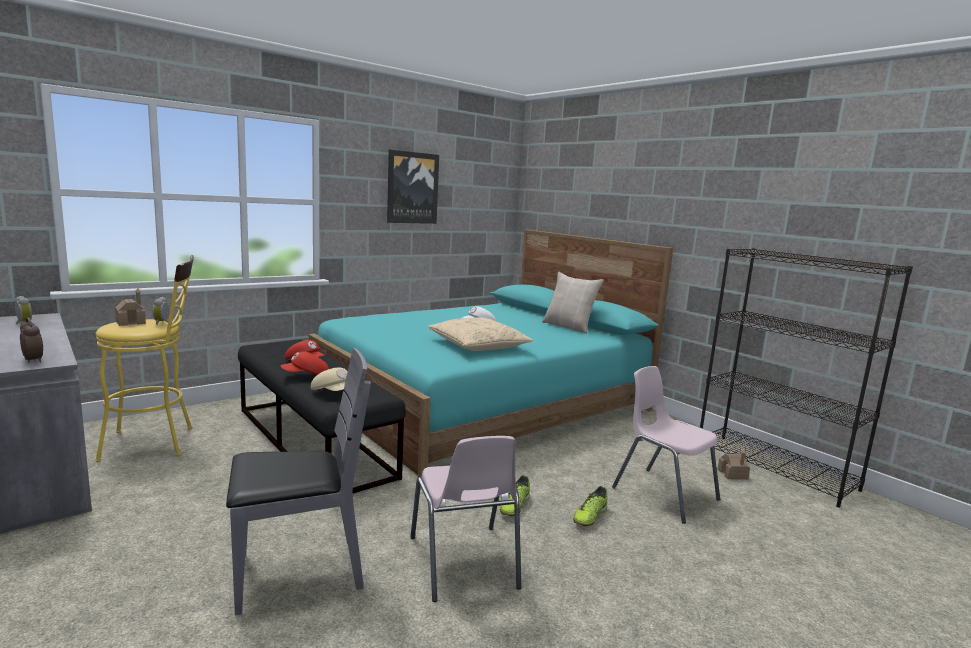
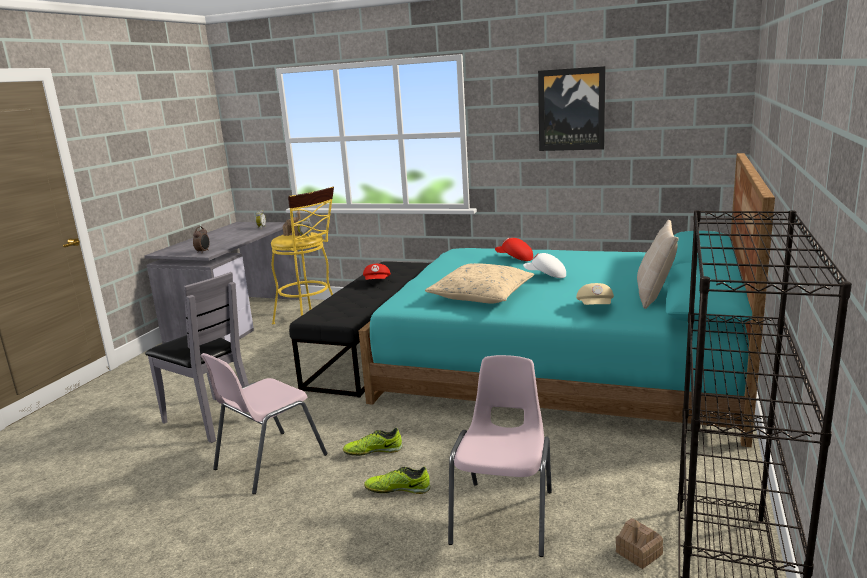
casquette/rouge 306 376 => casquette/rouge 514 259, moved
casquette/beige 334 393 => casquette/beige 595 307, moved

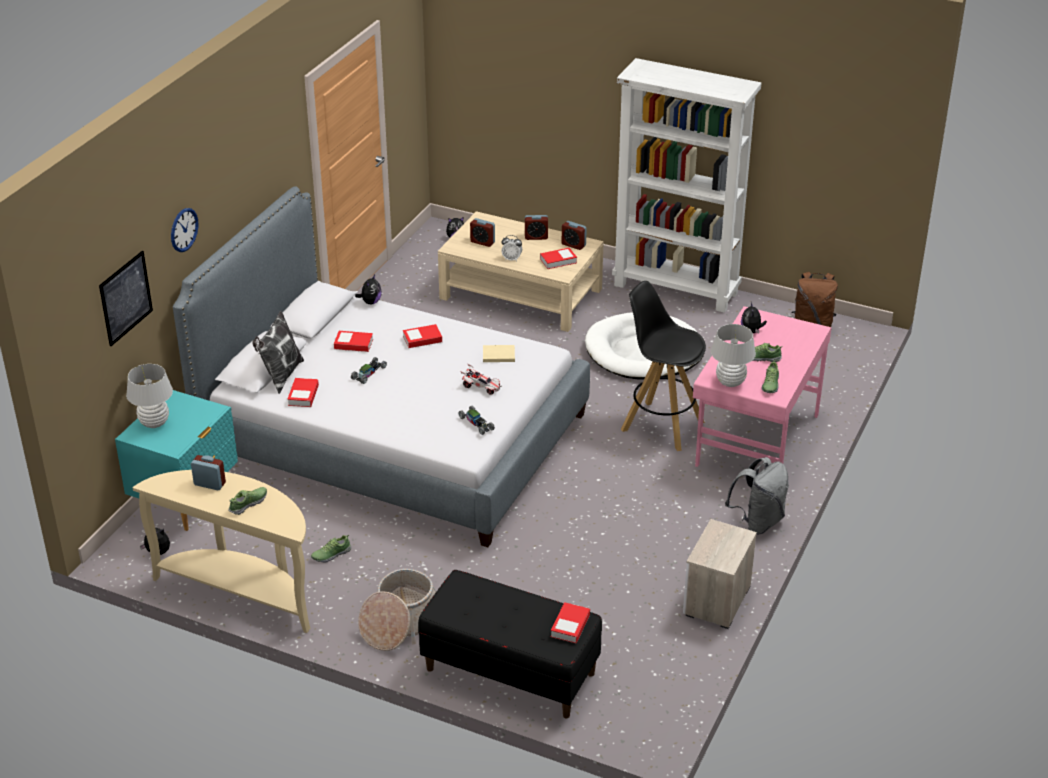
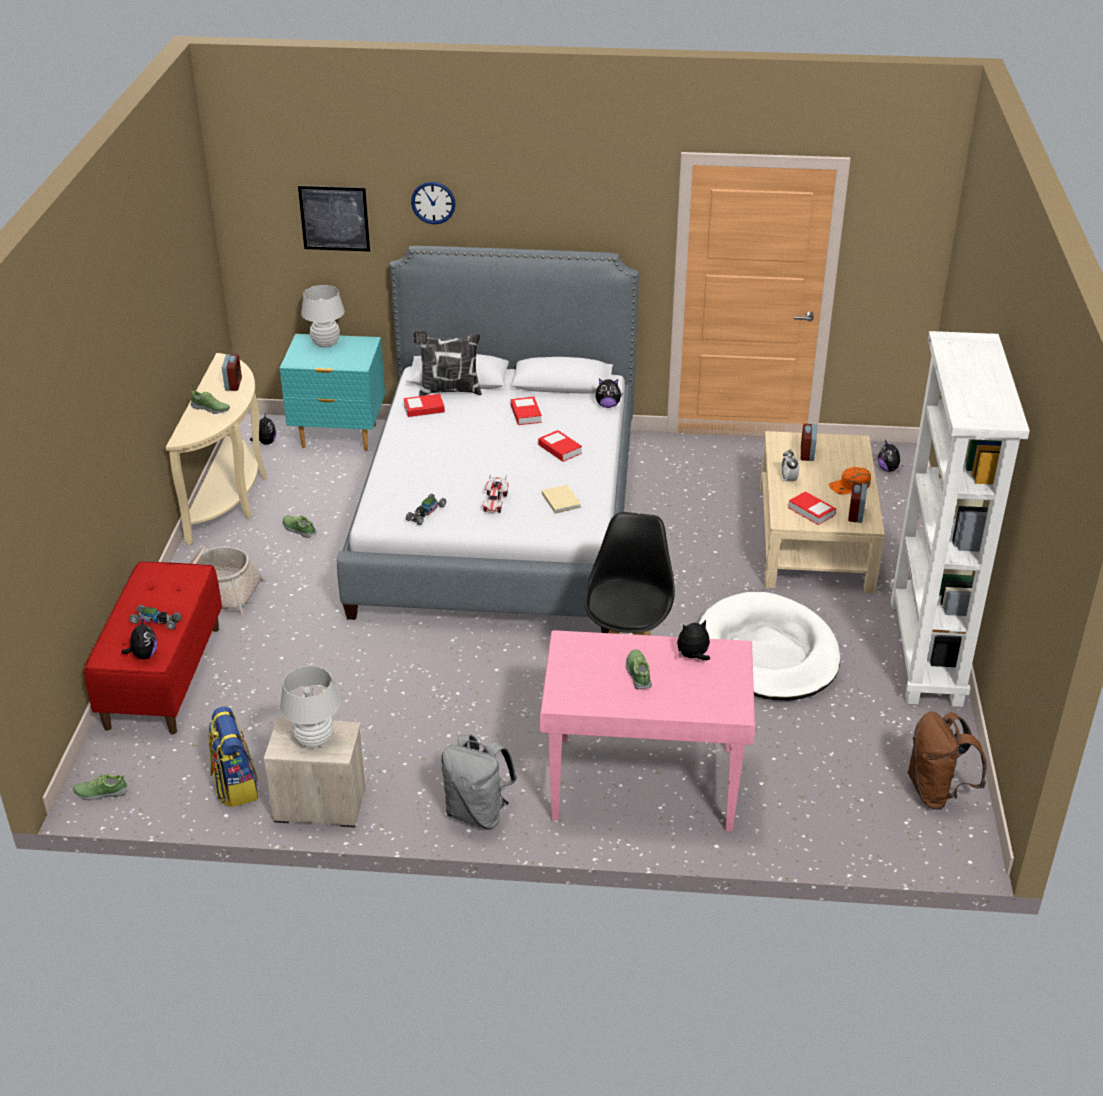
petite voiture 369 373 => petite voiture 156 621, moved
banc/noir 509 672 => banc/rouge 163 676
réveil 536 237 => casquette/orange 849 486
livre 570 626 => peluche 144 655
lampe de table/blanc 730 382 => lampe de table/blanc 314 740, moved
chaussure 770 384 => chaussure 101 792, moved
nothing => sac à dos 235 786

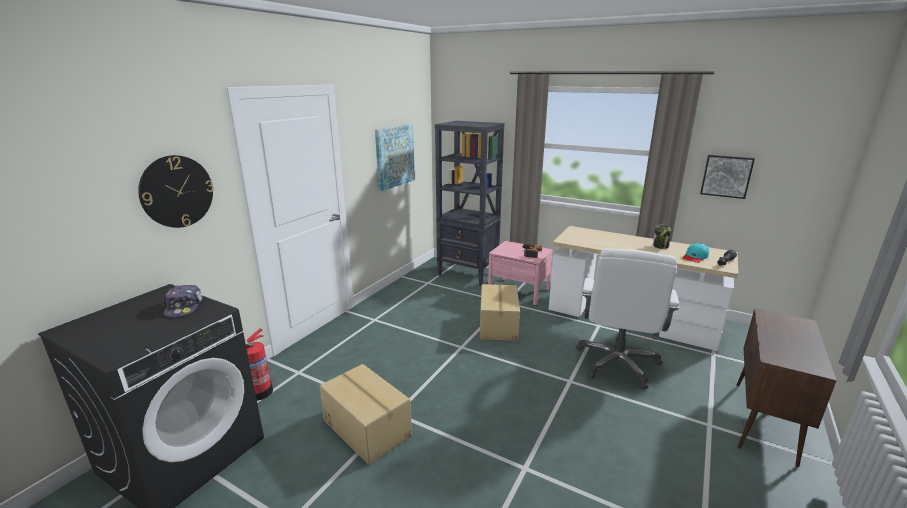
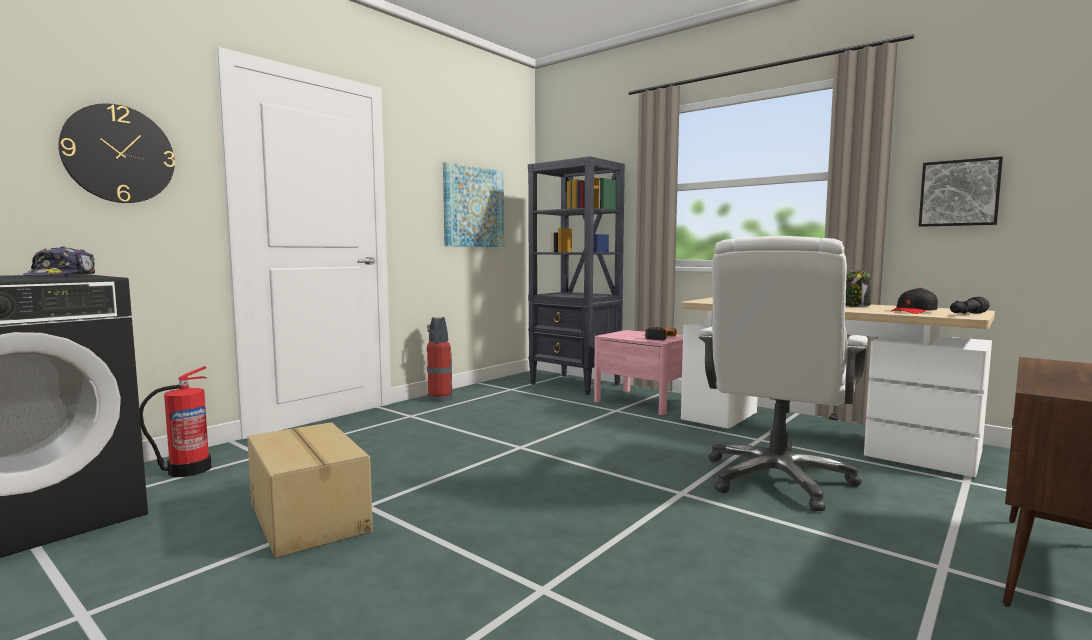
carton 499 325 => nothing
casquette/turquoise 695 257 => casquette/noir 913 311
nothing => extincteur 439 399

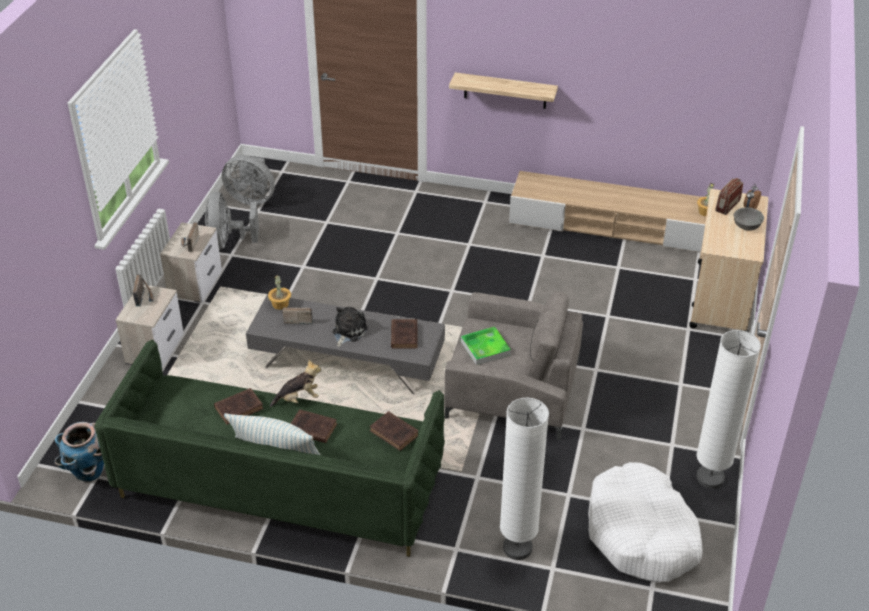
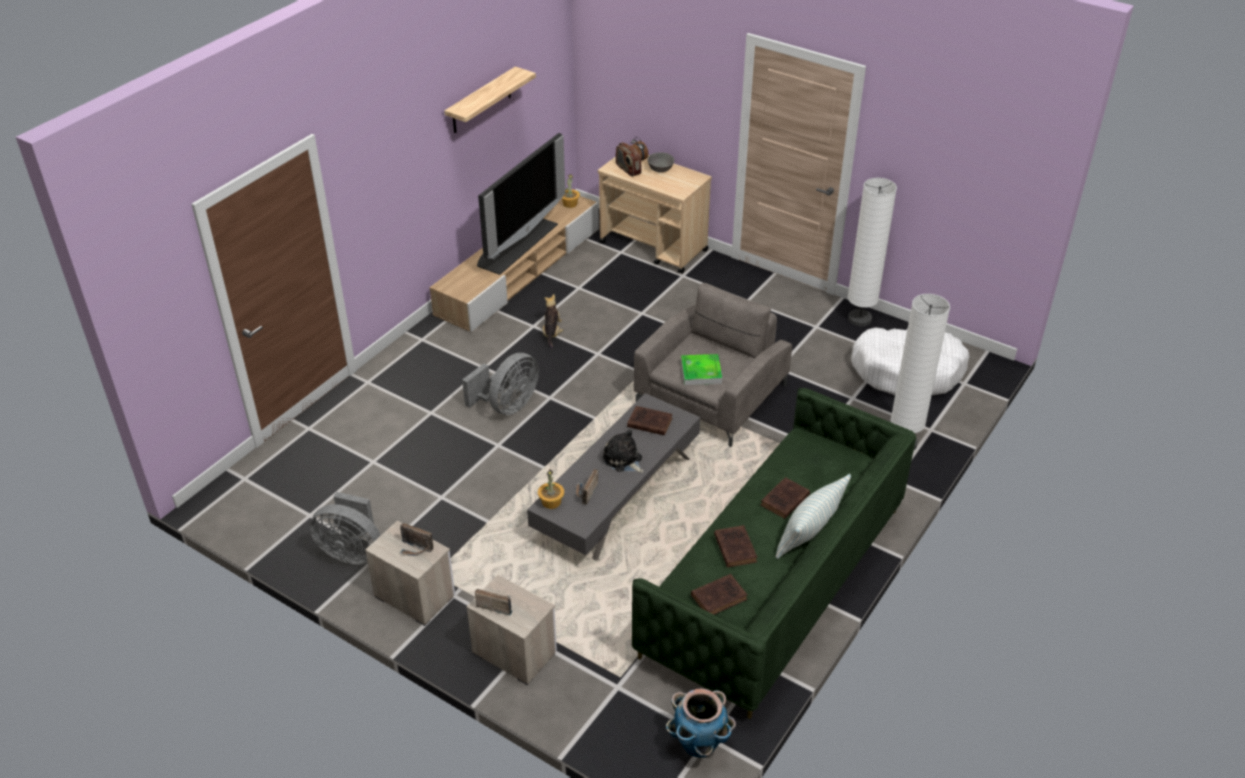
ventilateur/gris 251 198 => ventilateur/gris 507 406, moved
peluche 298 399 => peluche 552 333, moved
livre/marron 395 433 => livre/marron 720 597, moved
étagère 505 90 => étagère 481 101, moved
nothing => téléviseur 516 244

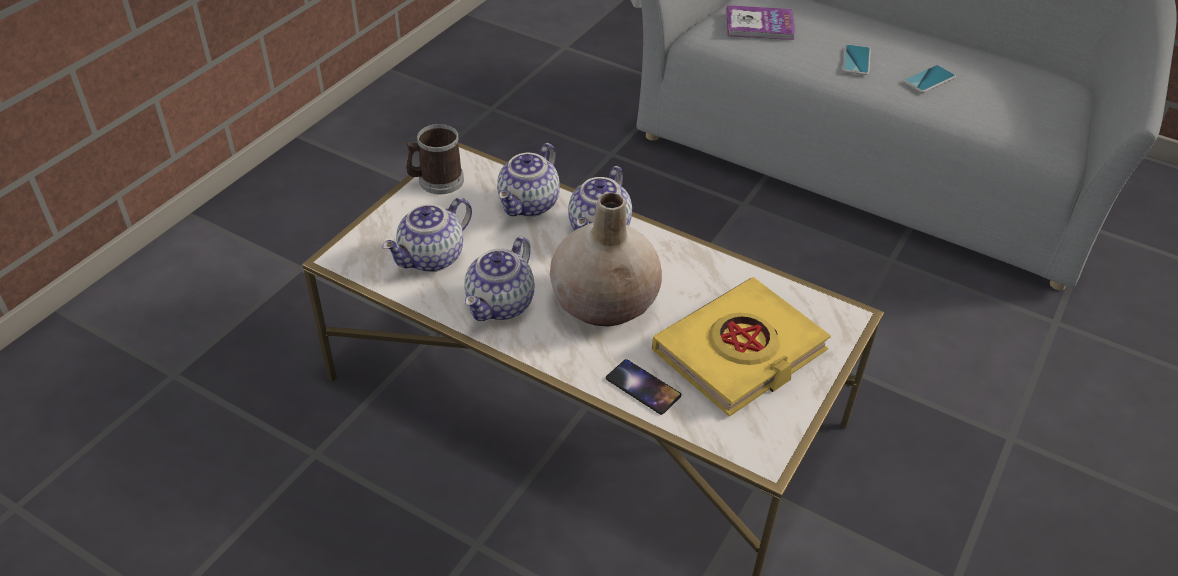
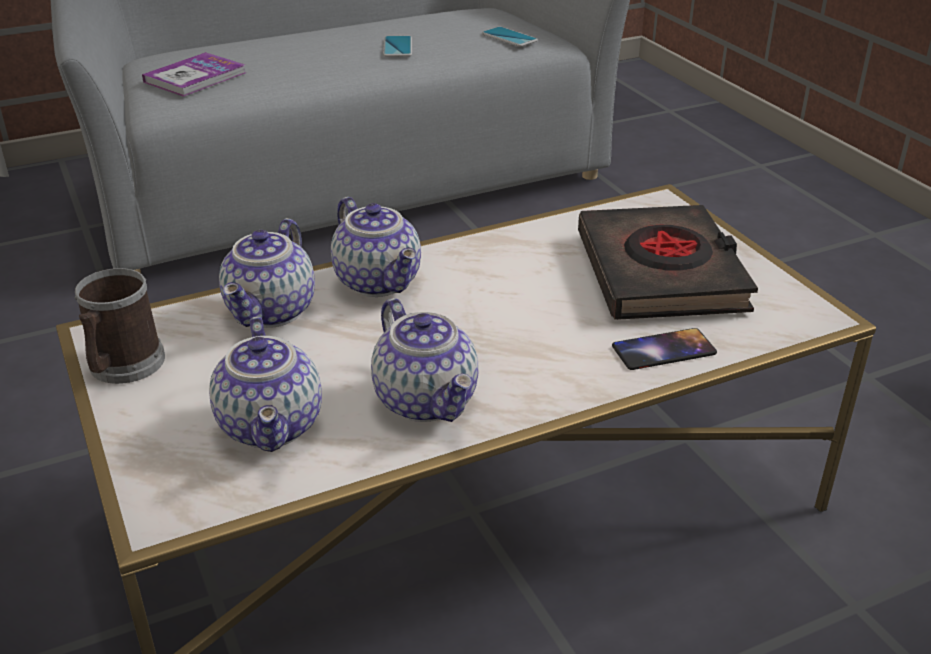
théière 529 205 => théière 273 312, 45 degrees clockwise
vase/beige 605 304 => nothing
livre/jaune 740 353 => livre/noir 661 273
téléphone 856 60 => téléphone 509 38, moved

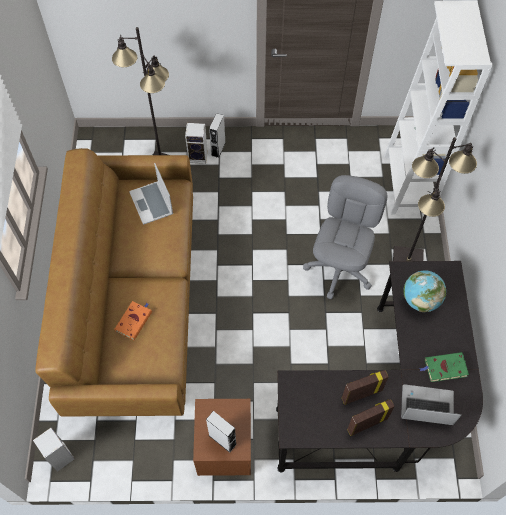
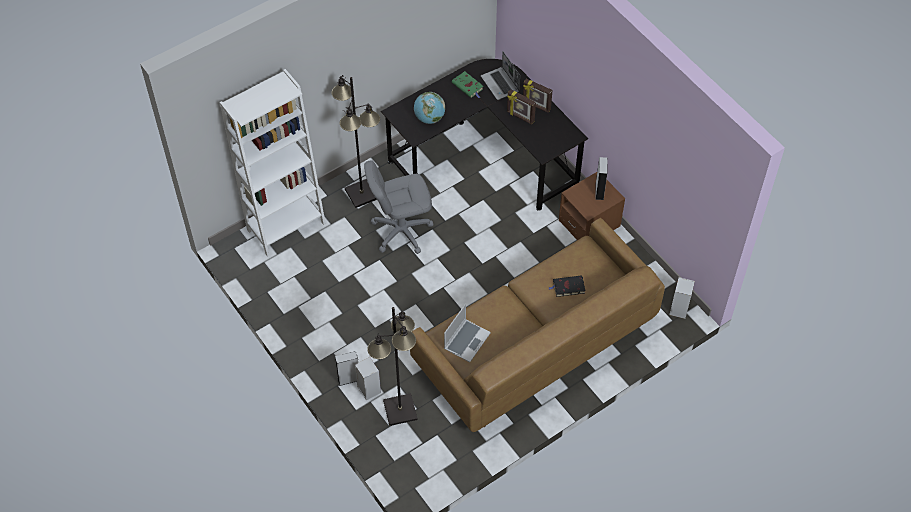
livre/orange 134 320 => livre/noir 567 287

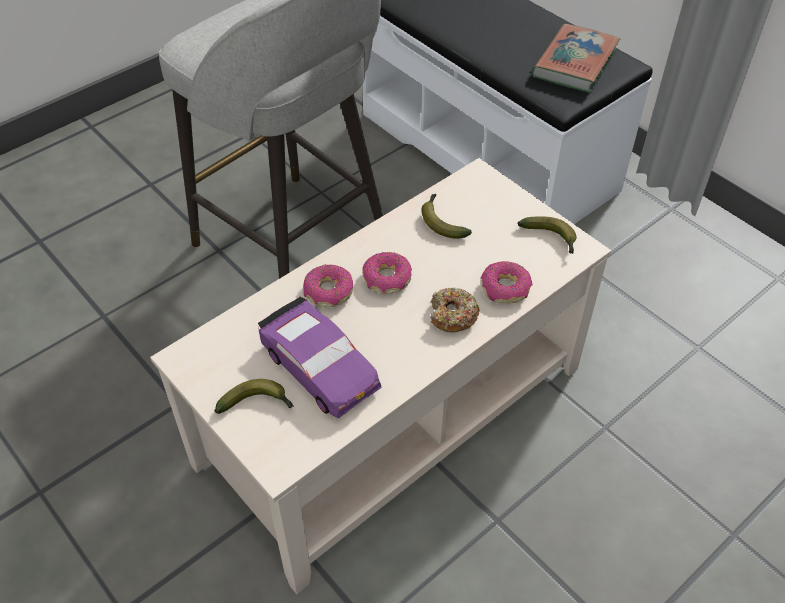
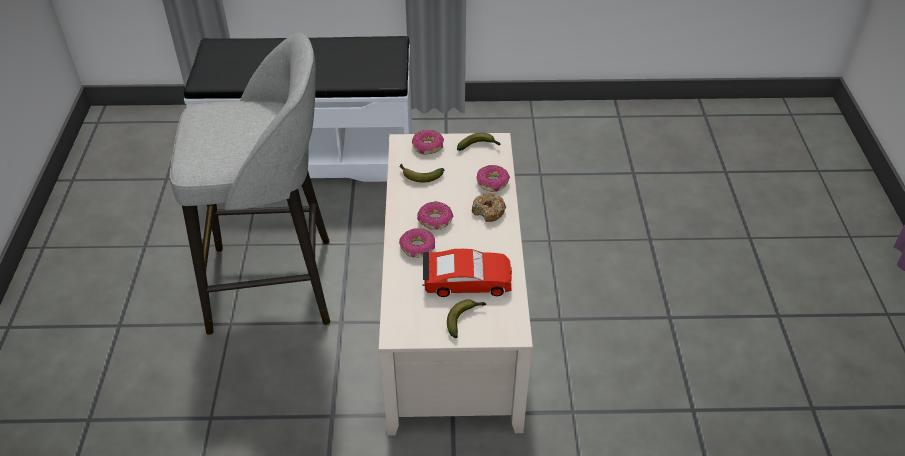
petite voiture/violet 320 367 => petite voiture/rouge 467 280
livre 575 63 => nothing
nothing => beignet 428 146

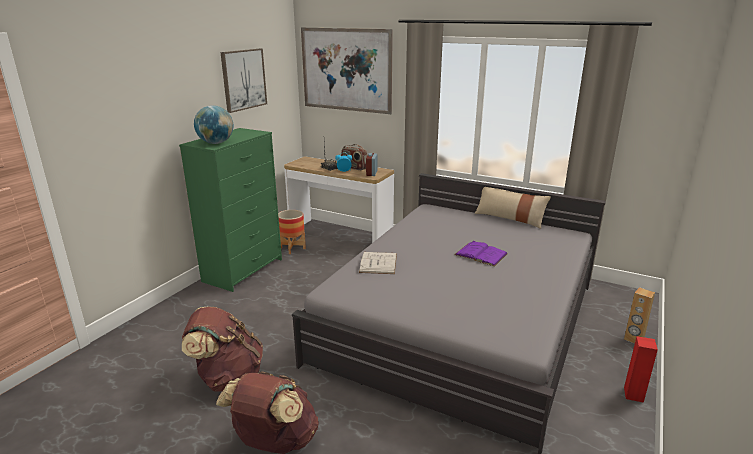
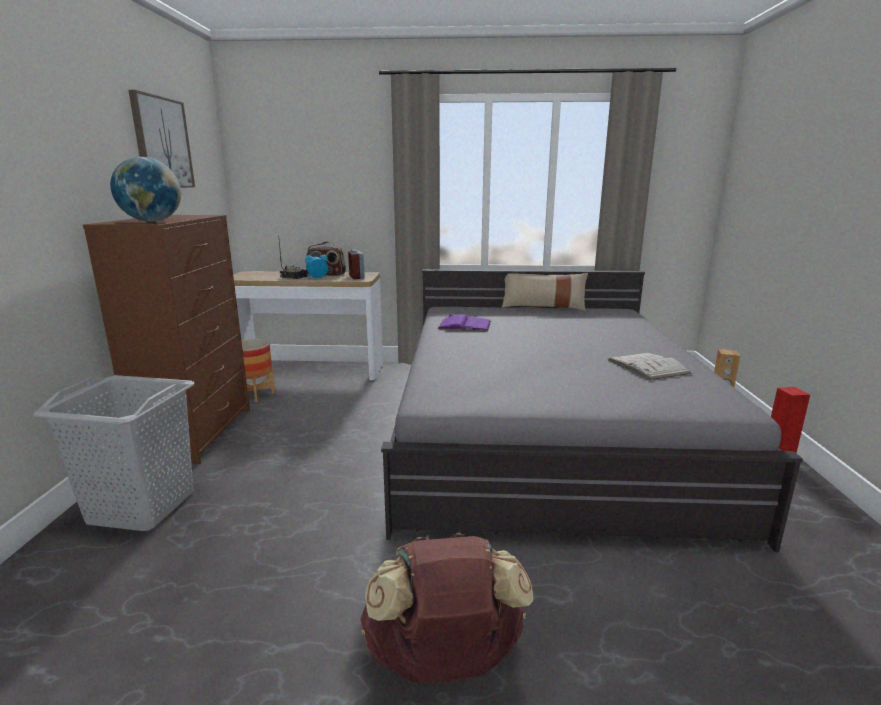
commode/vert 244 270 => commode/marron 198 433
sac à dos/marron 228 378 => nothing
tableau 346 70 => nothing
livre/blanc 378 263 => livre/blanc 648 366, moved
livre/violet 481 254 => livre/violet 464 325, moved
nothing => panier à linge/gris 142 506

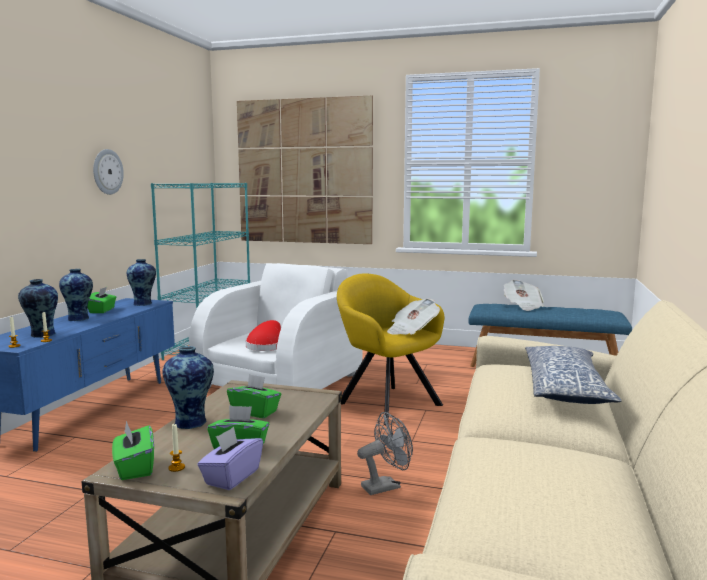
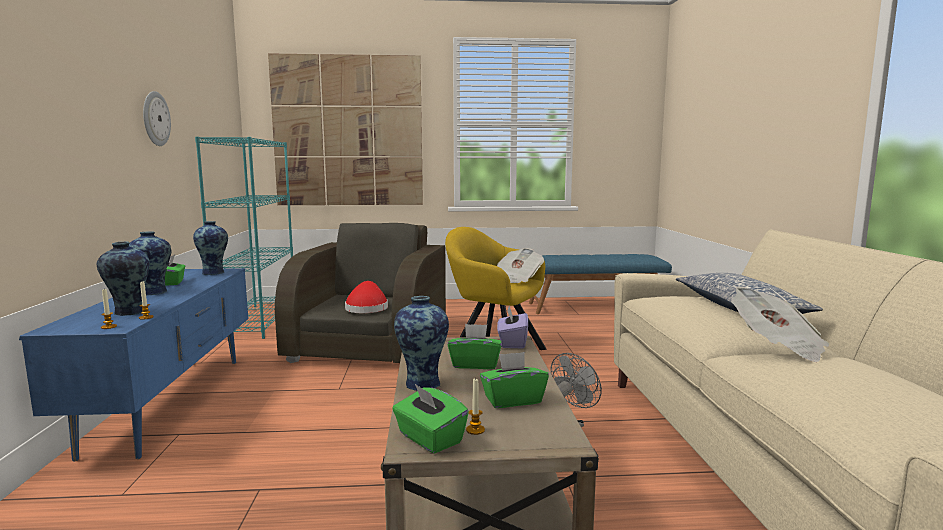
fauteuil/blanc 281 381 => fauteuil/marron 371 345
boîte à mouchoirs/violet 231 477 => boîte à mouchoirs/violet 512 342, moved
journal 523 306 => journal 777 346, moved

